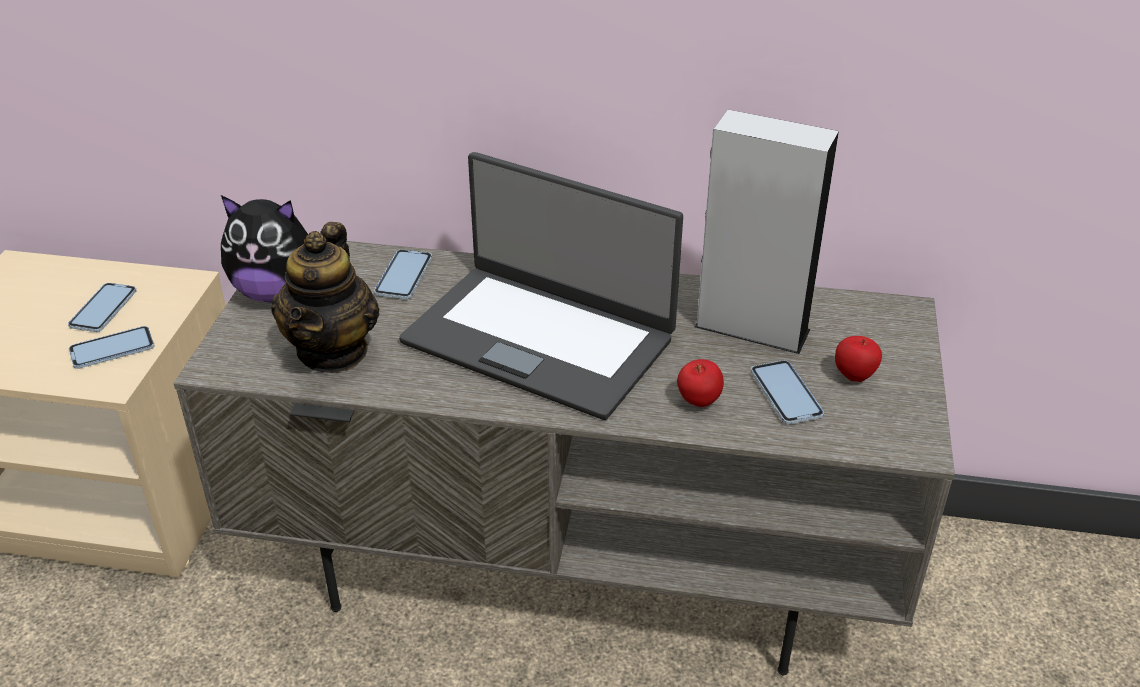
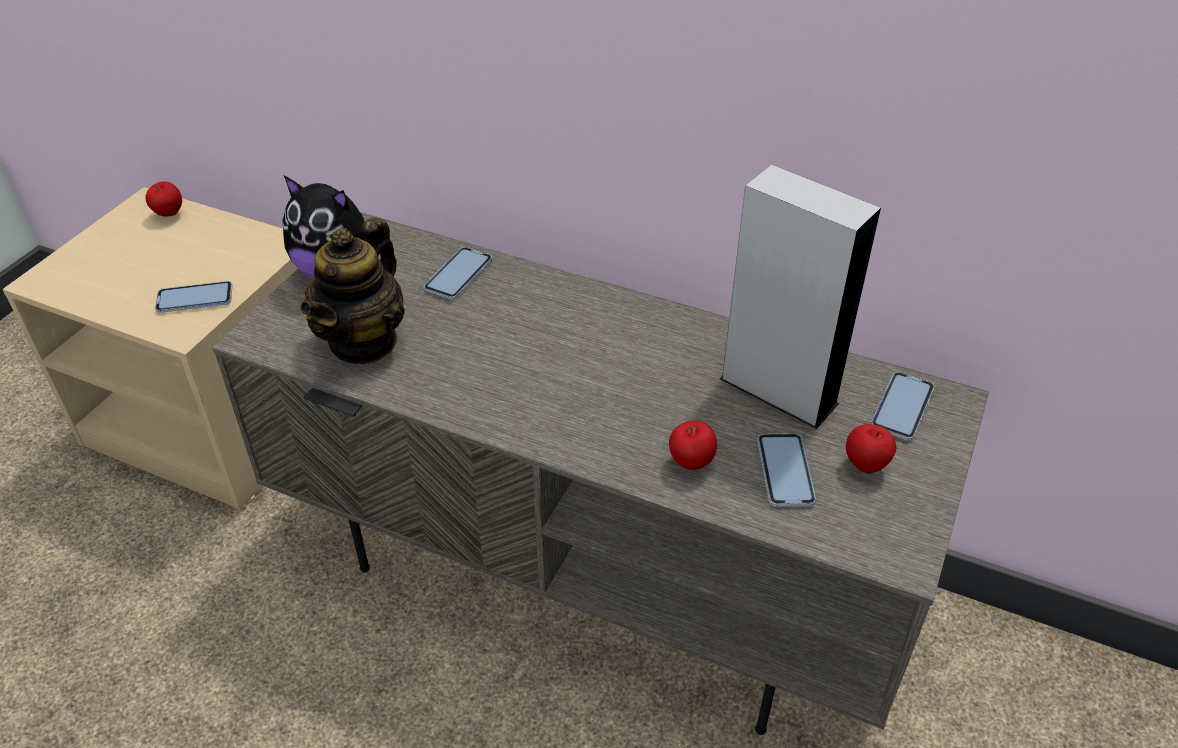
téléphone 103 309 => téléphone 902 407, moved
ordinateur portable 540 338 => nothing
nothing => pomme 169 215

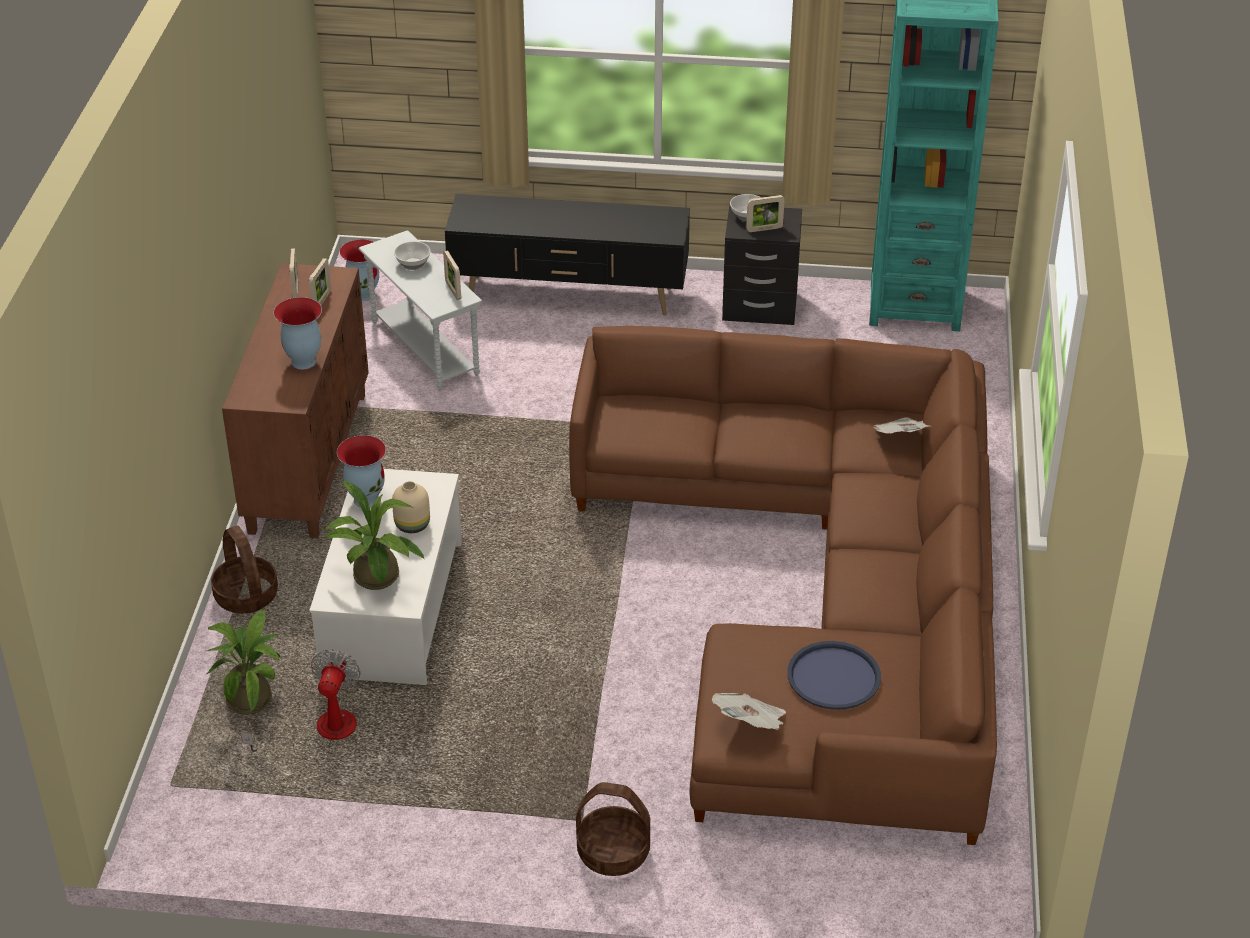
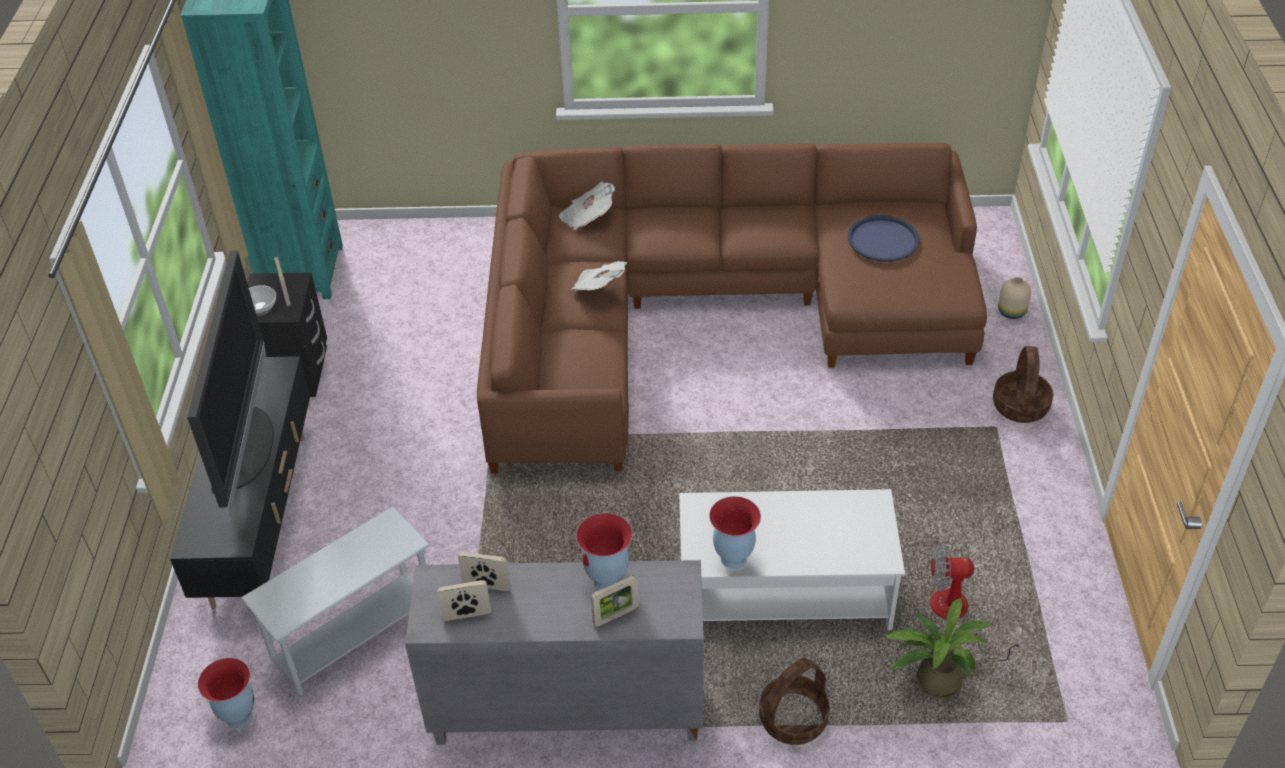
meuble de rangement/marron 307 461 => meuble de rangement/gris 566 709
plante en pot 378 580 => nothing
vase/beige 411 525 => vase/beige 1012 312, moved
bol 412 264 => nothing
cadre photo 453 291 => cadre photo 615 615, moved
journal 750 724 => journal 599 287, moved
nothing => téléviseur 245 448

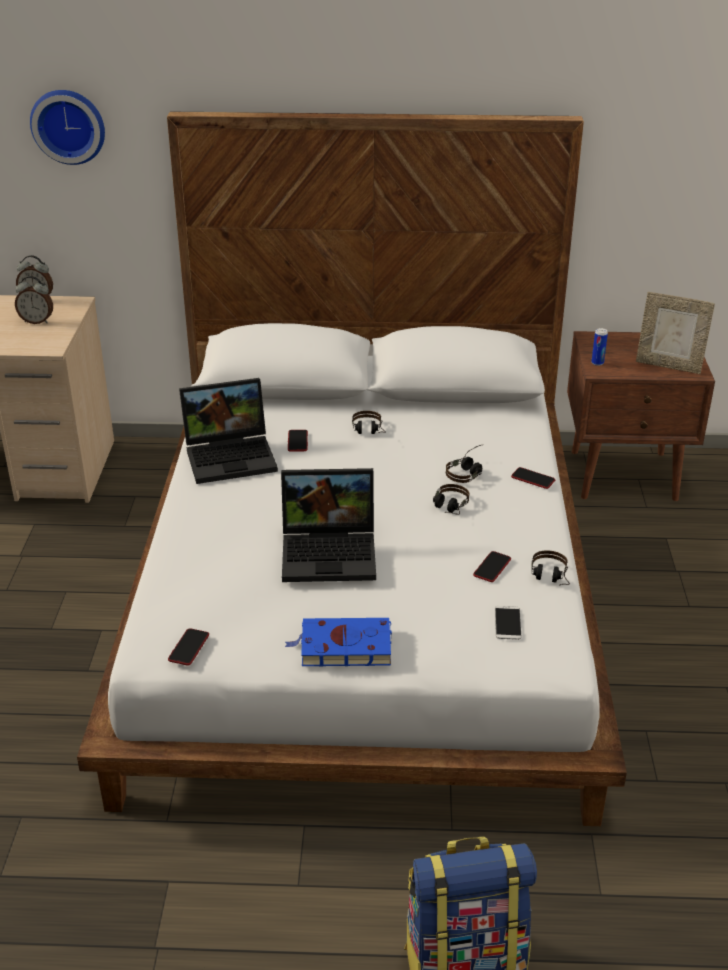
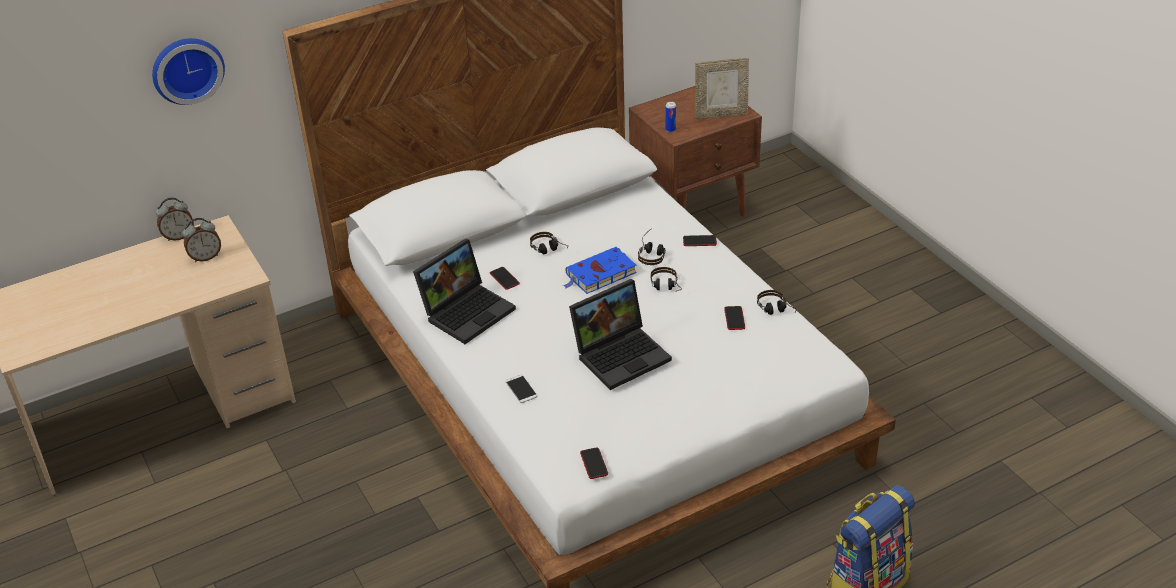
livre/bleu 343 647 => livre/bleu 599 274, moved
téléphone 507 623 => téléphone 521 389, moved

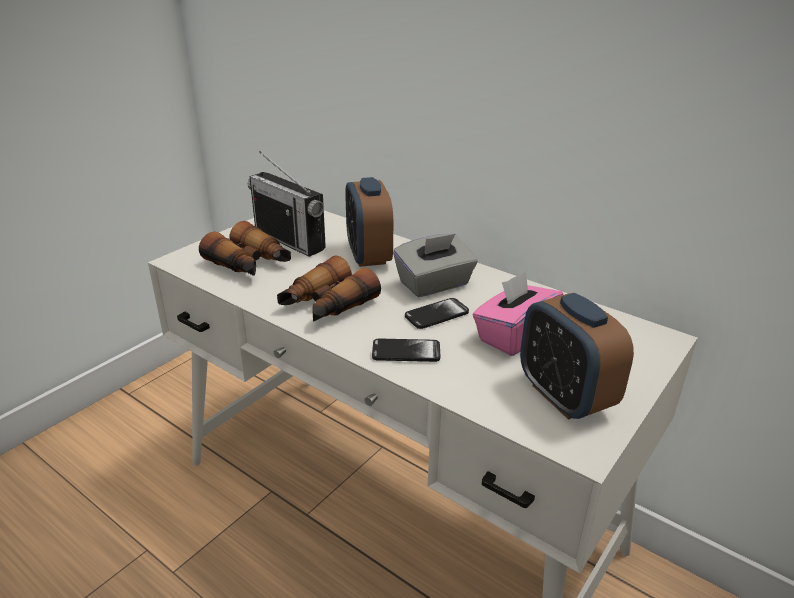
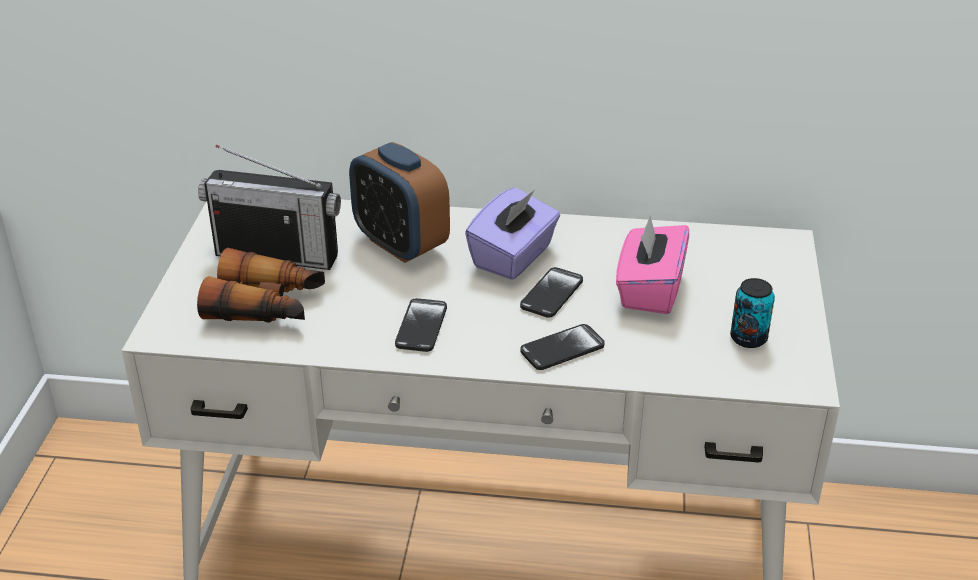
jumelles 326 305 => téléphone 421 326
boîte à mouchoirs/gris 434 284 => boîte à mouchoirs/violet 513 257
réveil 564 397 => boîte métallique 748 338

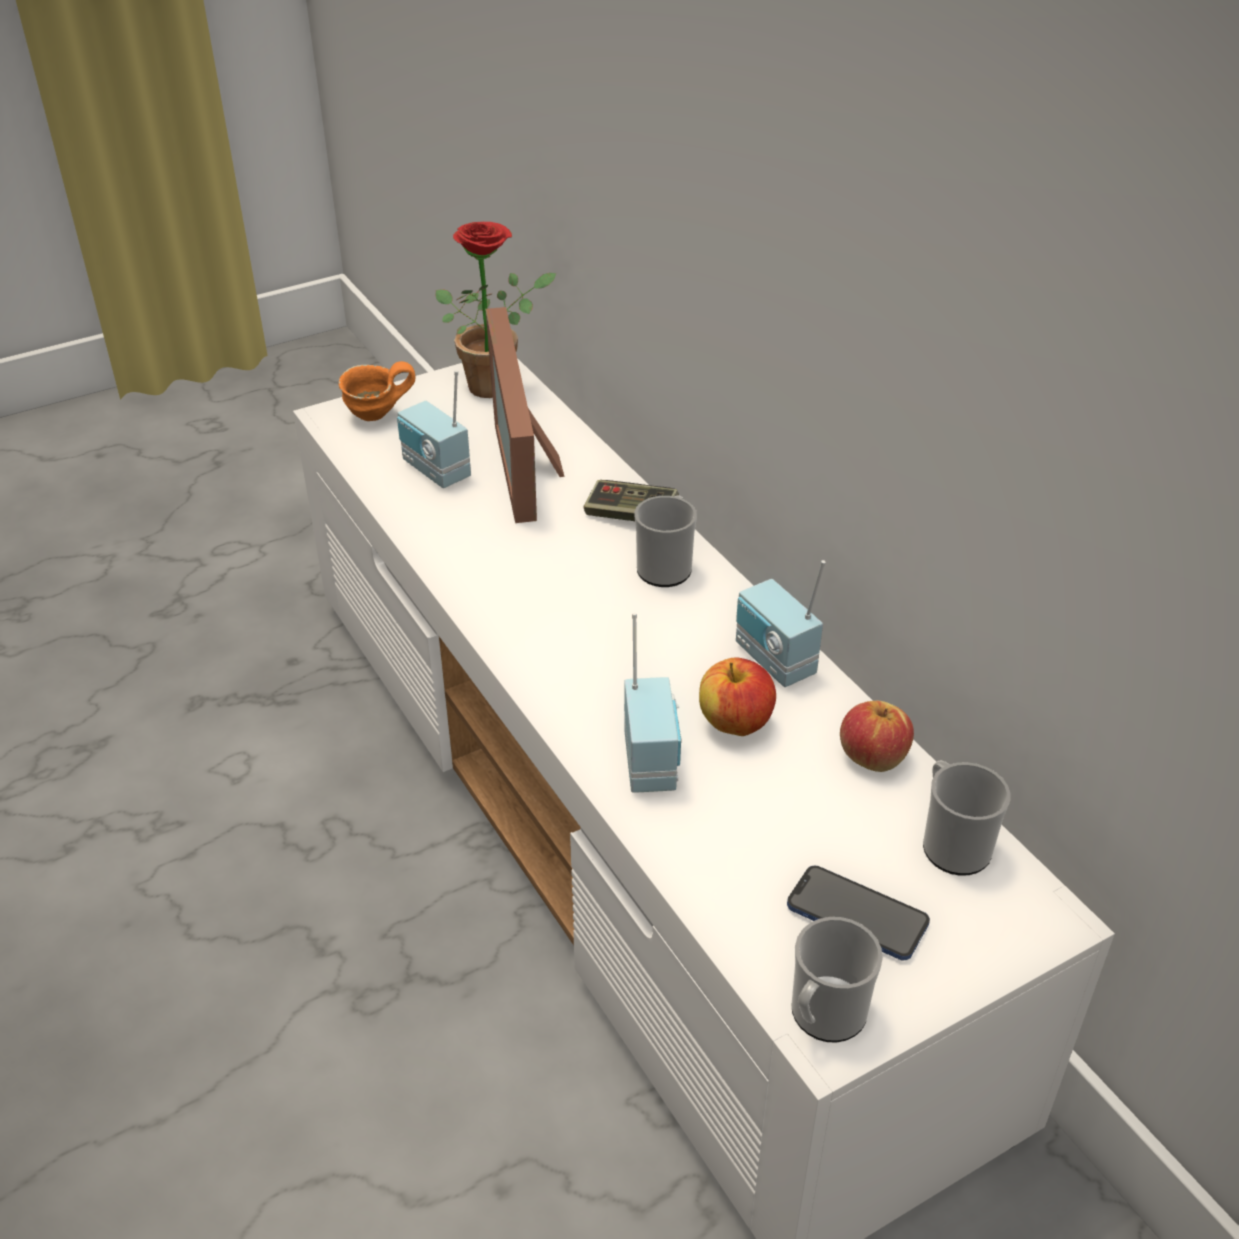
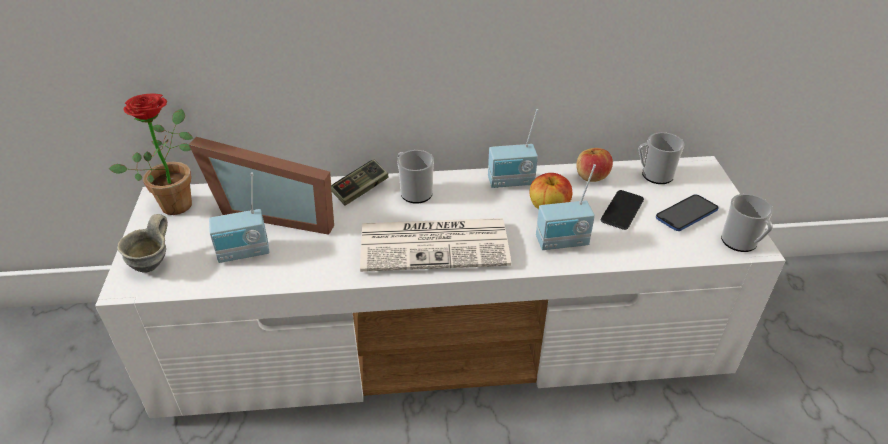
mug/orange 378 417 => mug/gris 155 264
radio 653 762 => radio 562 243, 150 degrees clockwise
nothing => journal 436 244
nothing => téléphone 622 210

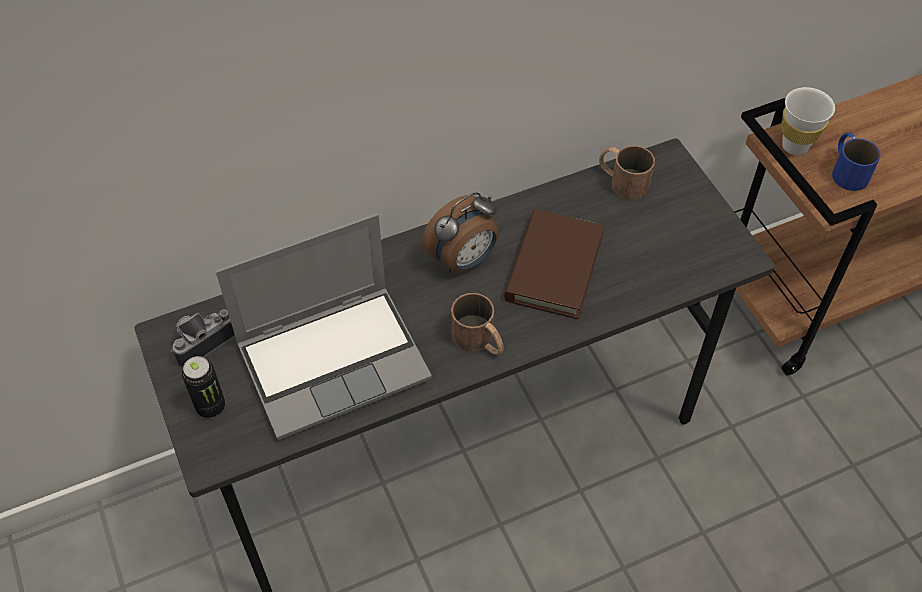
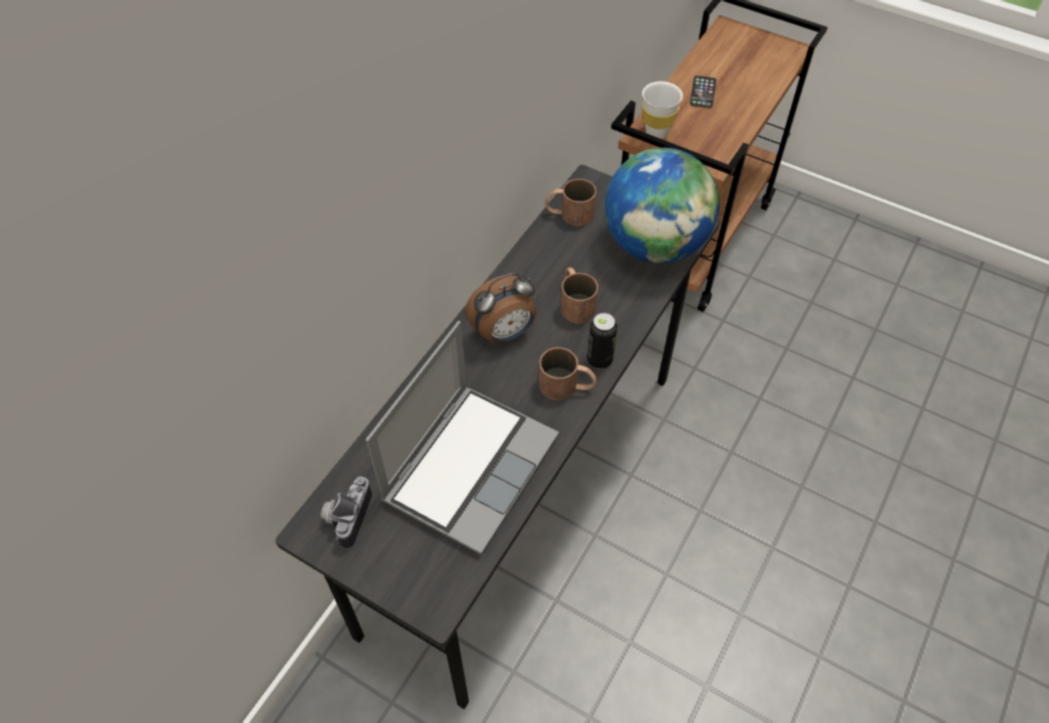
boîte métallique 210 406 => boîte métallique 599 360, moved
réveil 463 260 => réveil 504 333, 45 degrees clockwise
livre/marron 554 267 => mug/marron 575 302
mug/bleu 847 169 => nothing
nothing => globe 654 245
nothing => téléphone 703 92

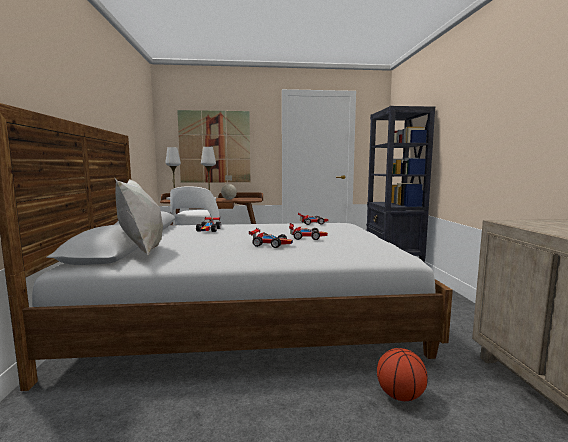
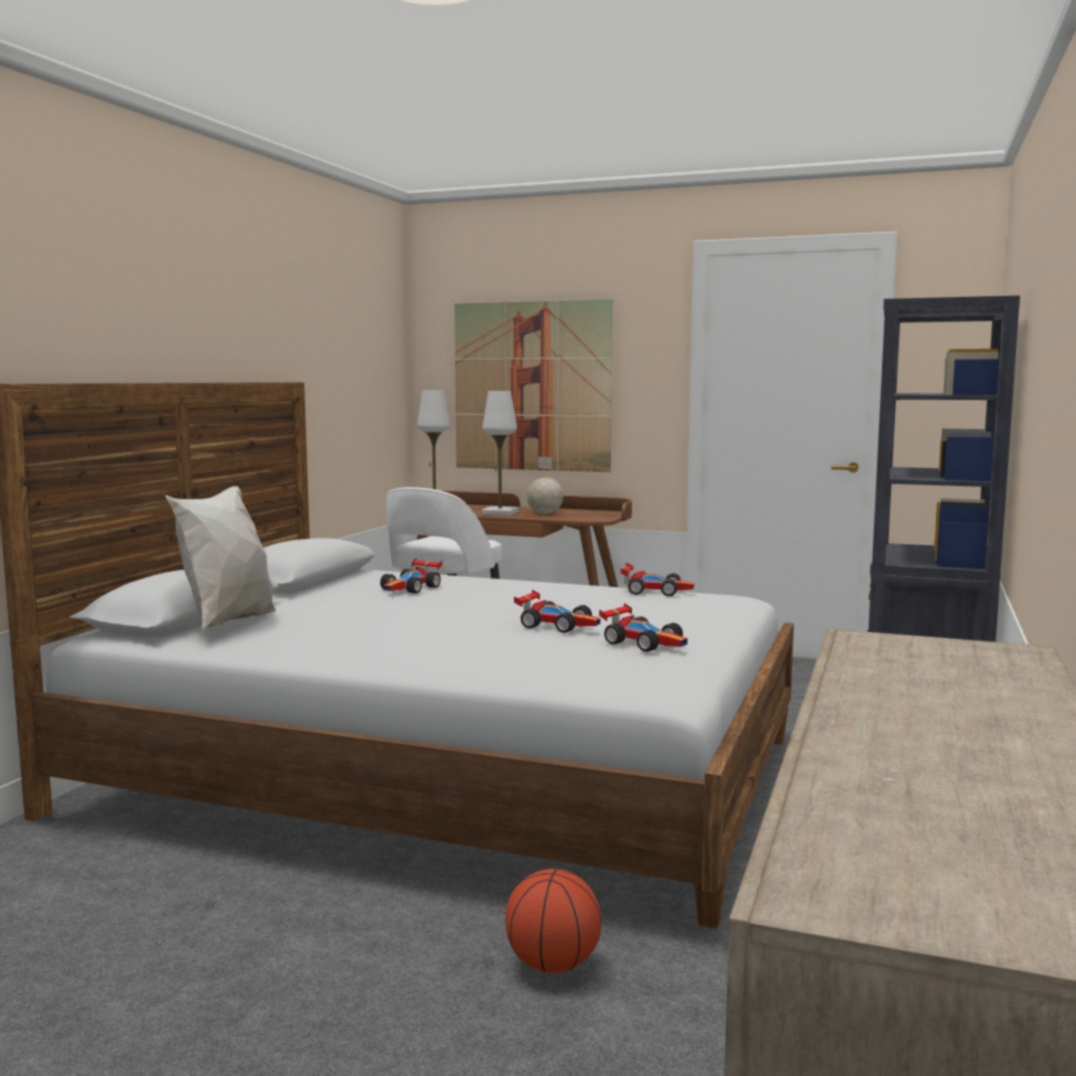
petite voiture 270 244 => petite voiture 645 643, moved

